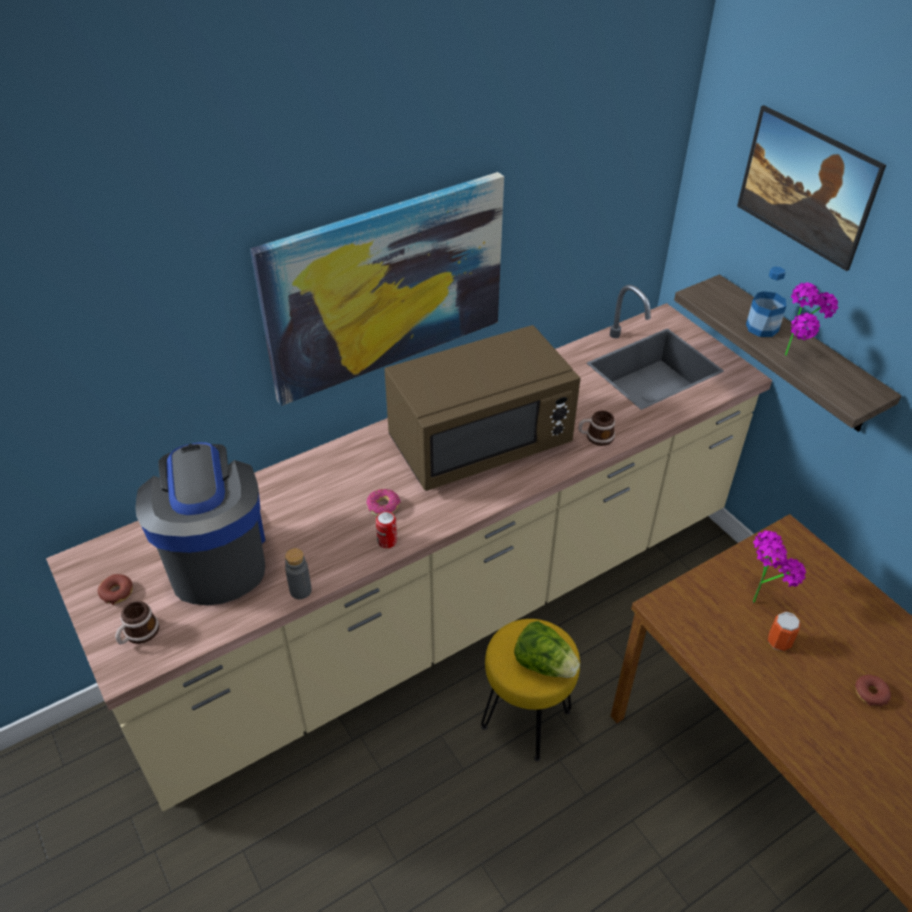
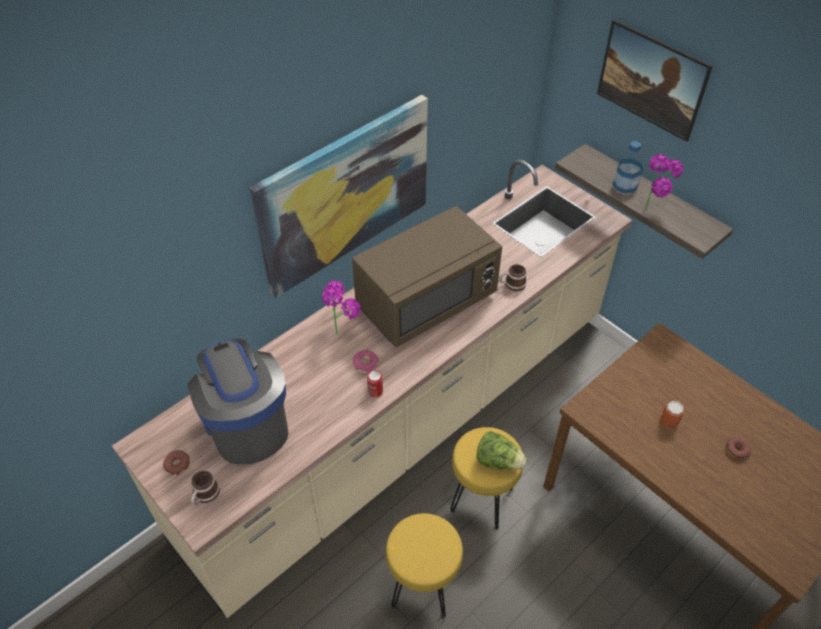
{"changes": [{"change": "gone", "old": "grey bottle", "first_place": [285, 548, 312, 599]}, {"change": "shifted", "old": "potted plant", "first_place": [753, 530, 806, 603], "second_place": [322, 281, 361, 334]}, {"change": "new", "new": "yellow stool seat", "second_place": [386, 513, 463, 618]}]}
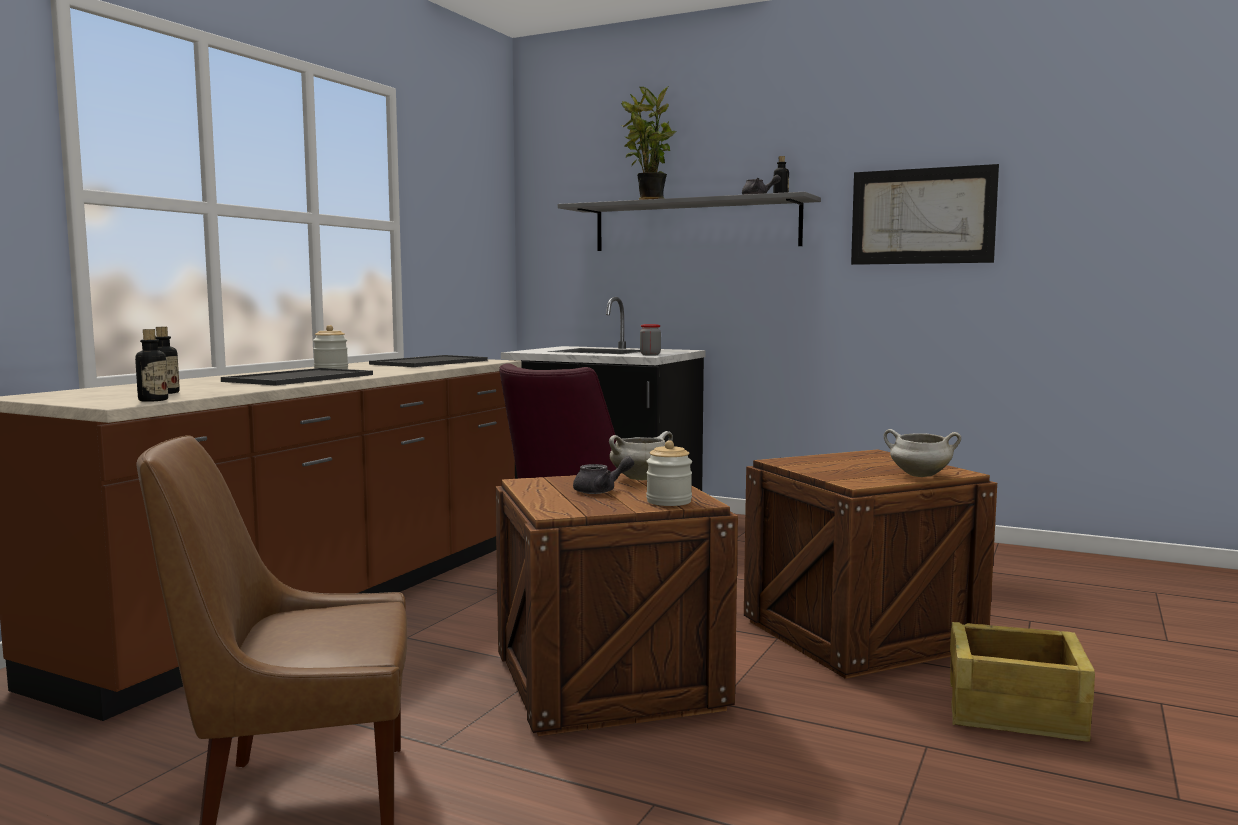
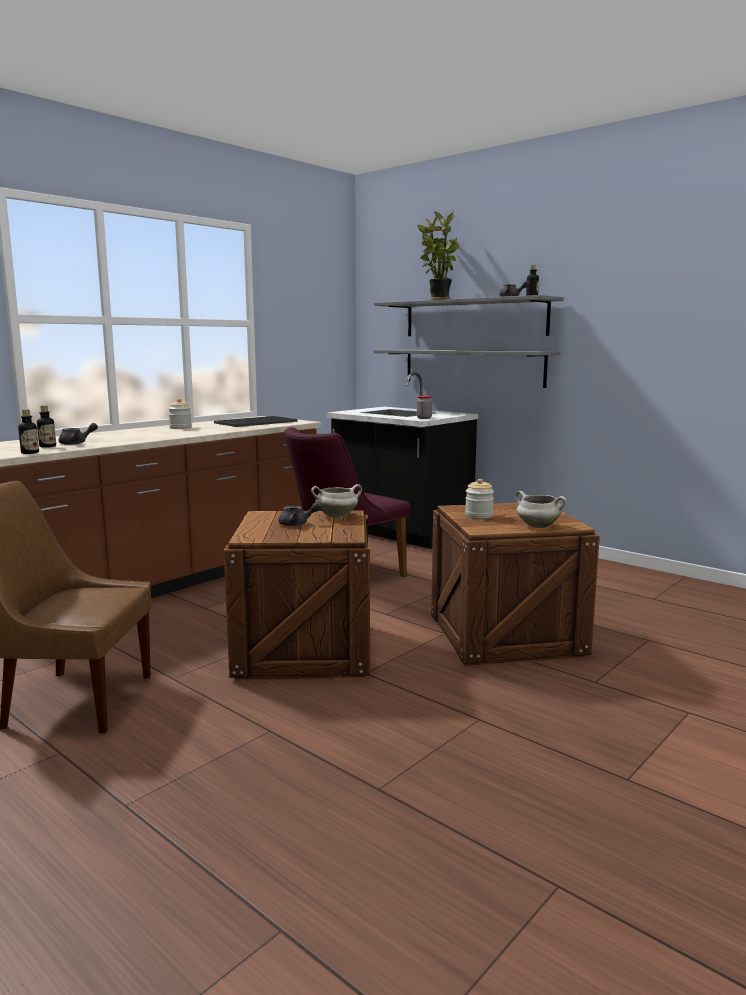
{"changes": [{"change": "gone", "old": "tray", "first_place": [221, 368, 373, 386]}, {"change": "shifted", "old": "storage jar", "first_place": [646, 440, 692, 506], "second_place": [465, 478, 494, 519]}, {"change": "gone", "old": "wall picture", "first_place": [851, 164, 999, 265]}, {"change": "gone", "old": "shipping crate", "first_place": [950, 622, 1095, 742]}, {"change": "new", "new": "grey tea pot", "second_place": [59, 423, 98, 445]}, {"change": "new", "new": "grey bracket shelf", "second_place": [374, 350, 561, 388]}]}
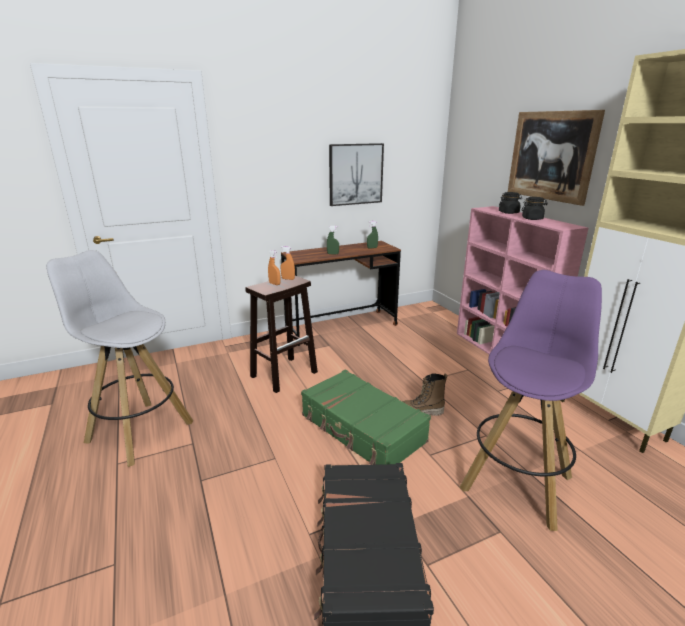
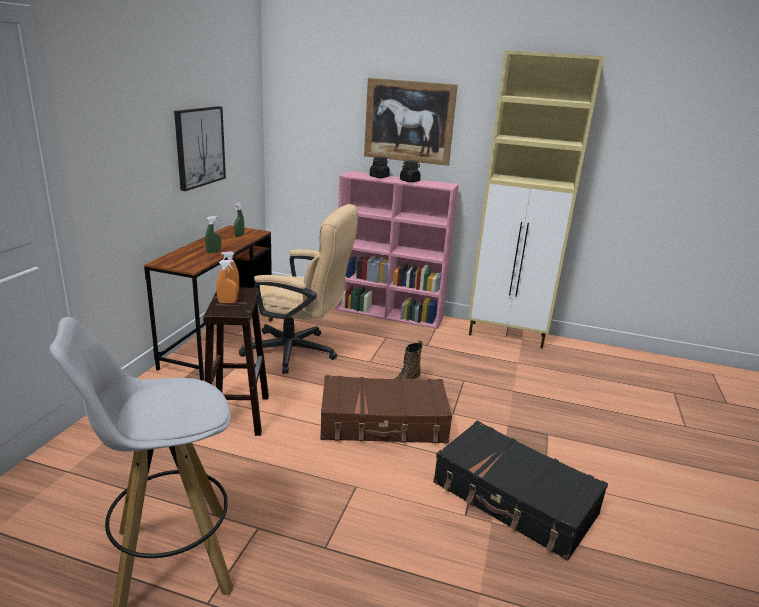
{"changes": [{"change": "repainted", "old": "green suitcase", "new": "brown-coloured suitcase", "first_place": [301, 370, 431, 465], "second_place": [320, 375, 452, 444]}, {"change": "gone", "old": "purple stool seat", "first_place": [460, 270, 602, 531]}, {"change": "new", "new": "sand-coloured office chair", "second_place": [239, 204, 358, 374]}]}
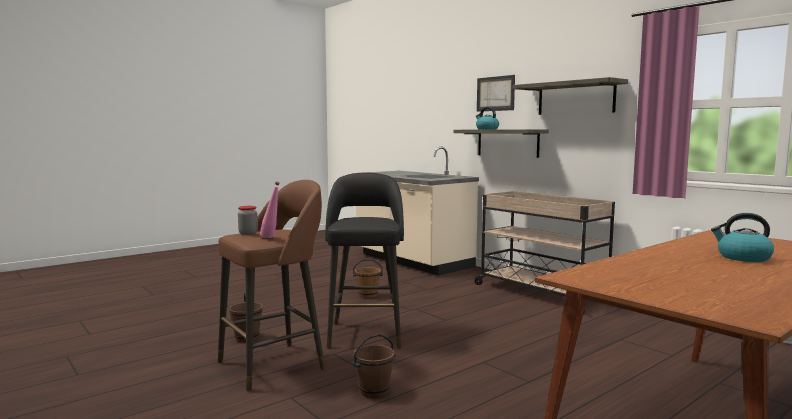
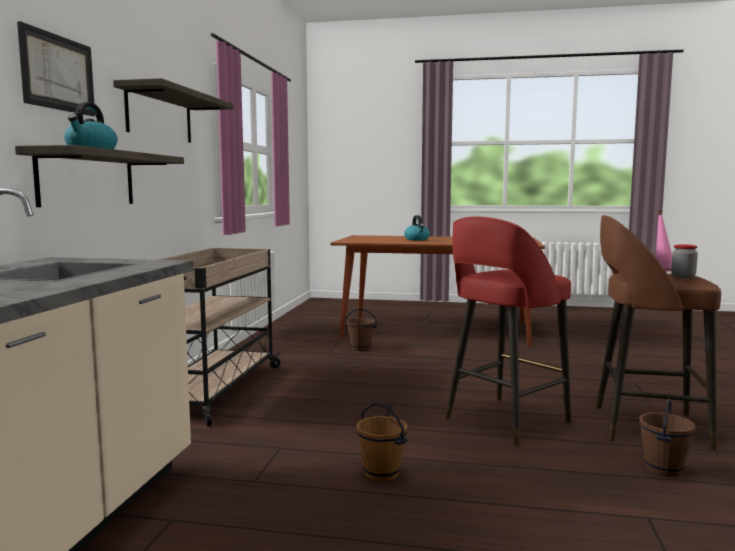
{"changes": [{"change": "repainted", "old": "blackish stool seat", "new": "red-coloured stool seat", "first_place": [325, 172, 404, 349], "second_place": [445, 217, 571, 446]}, {"change": "shifted", "old": "brown-coloured pail", "first_place": [352, 334, 396, 398], "second_place": [345, 309, 377, 351]}]}
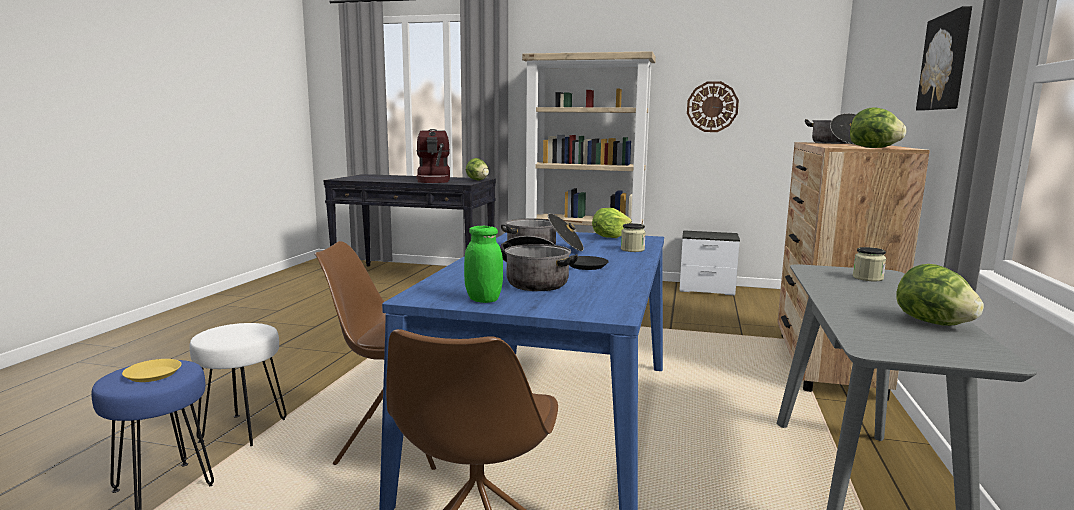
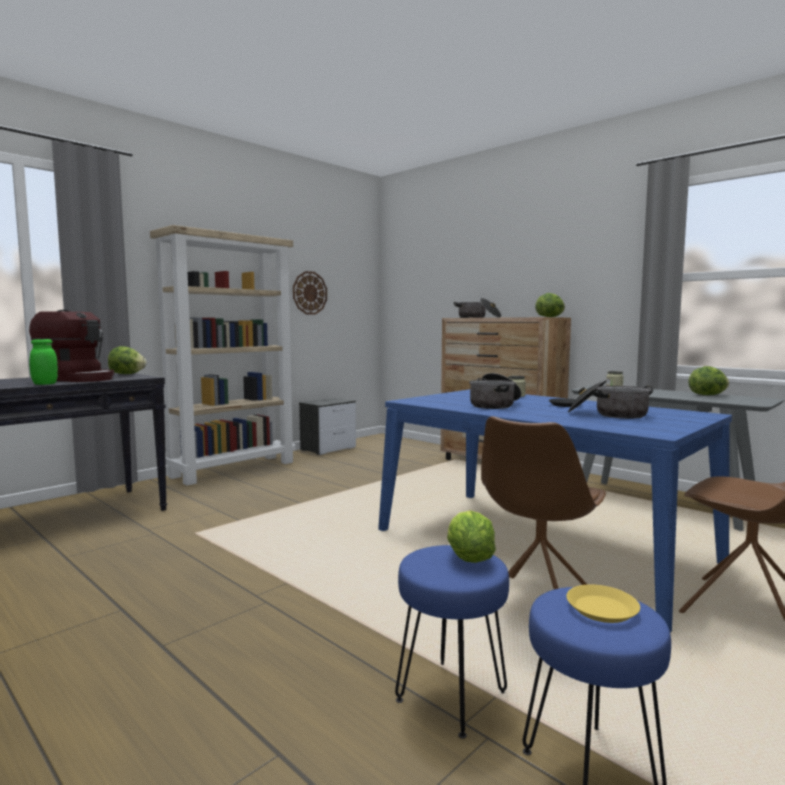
{"changes": [{"change": "repainted", "old": "whitish stool seat", "new": "bluish stool seat", "first_place": [190, 323, 287, 446], "second_place": [395, 545, 509, 739]}, {"change": "shifted", "old": "green storage jar", "first_place": [464, 226, 503, 303], "second_place": [29, 339, 58, 385]}, {"change": "shifted", "old": "lettuce", "first_place": [592, 208, 632, 238], "second_place": [447, 510, 496, 563]}, {"change": "gone", "old": "wall picture", "first_place": [916, 6, 972, 110]}]}
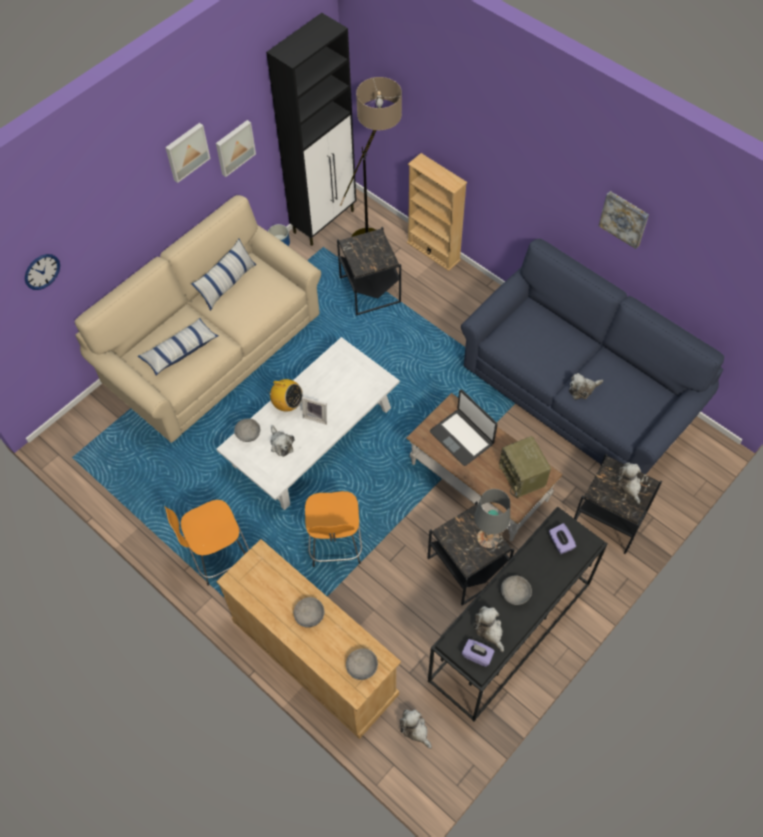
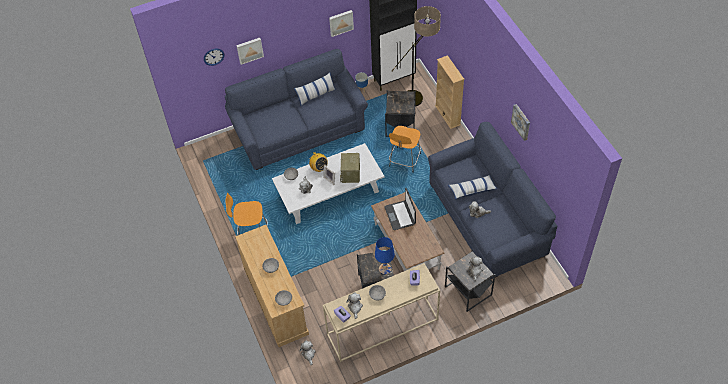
{"changes": [{"change": "repainted", "old": "sand-coloured settee", "new": "bluish settee", "first_place": [75, 195, 321, 443], "second_place": [225, 49, 368, 170]}, {"change": "shifted", "old": "pillow", "first_place": [138, 318, 218, 375], "second_place": [448, 175, 498, 200]}, {"change": "shifted", "old": "wall picture", "first_place": [165, 123, 211, 183], "second_place": [236, 38, 264, 65]}, {"change": "shifted", "old": "orange-coloured stool seat", "first_place": [305, 491, 362, 567], "second_place": [389, 126, 421, 172]}, {"change": "repainted", "old": "blackish hall table", "new": "sand-coloured hall table", "first_place": [428, 506, 607, 721], "second_place": [323, 263, 440, 362]}, {"change": "repainted", "old": "grey tabletop lamp", "new": "bluish tabletop lamp", "first_place": [474, 489, 510, 548], "second_place": [375, 237, 395, 274]}, {"change": "shifted", "old": "radio set", "first_place": [499, 436, 551, 498], "second_place": [340, 153, 360, 183]}]}
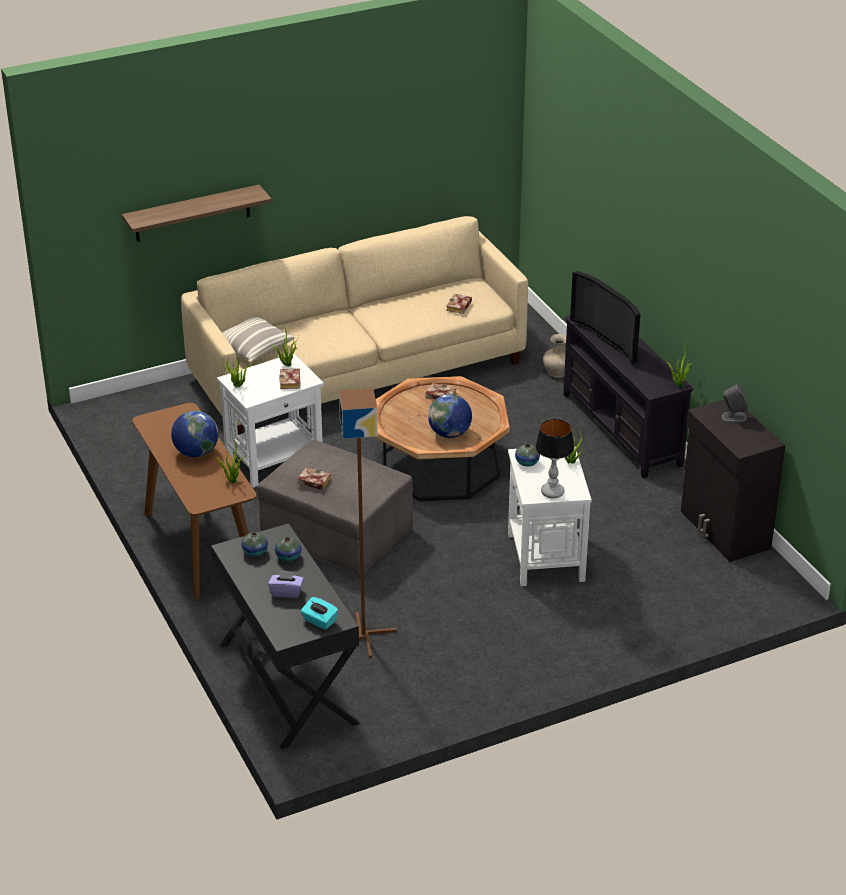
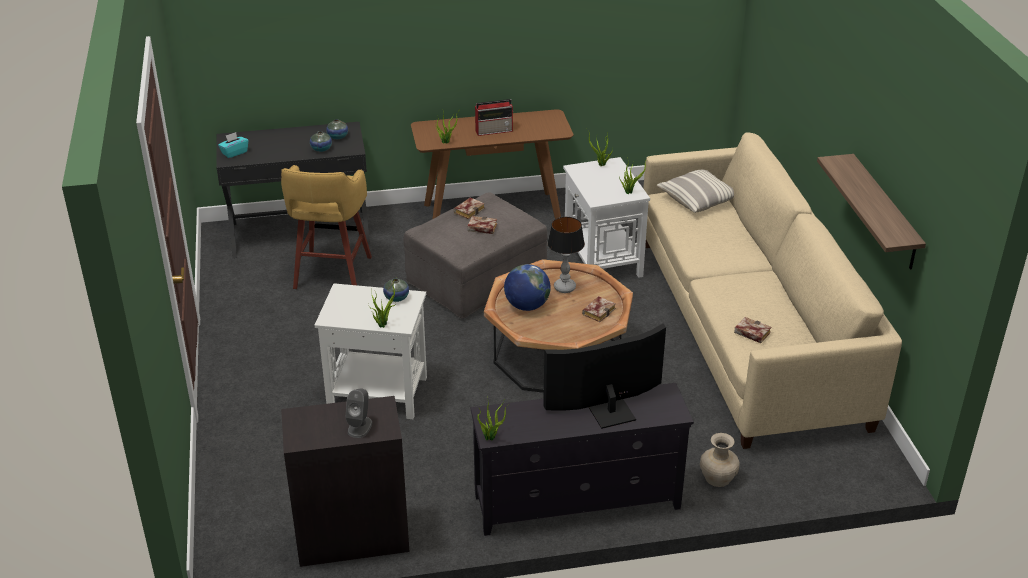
{"changes": [{"change": "shifted", "old": "bracket shelf", "first_place": [122, 185, 272, 242], "second_place": [817, 154, 926, 270]}, {"change": "swapped", "old": "desk globe", "new": "radio set", "first_place": [171, 411, 218, 457], "second_place": [475, 99, 514, 136]}, {"change": "gone", "old": "purple box of tissues", "first_place": [268, 570, 304, 598]}, {"change": "shifted", "old": "volume", "first_place": [279, 369, 300, 389], "second_place": [468, 216, 497, 234]}, {"change": "swapped", "old": "brown-coloured floor lamp", "new": "yellow stool seat", "first_place": [339, 388, 397, 658], "second_place": [281, 165, 372, 289]}, {"change": "shifted", "old": "tabletop lamp", "first_place": [535, 419, 574, 499], "second_place": [548, 217, 585, 293]}]}
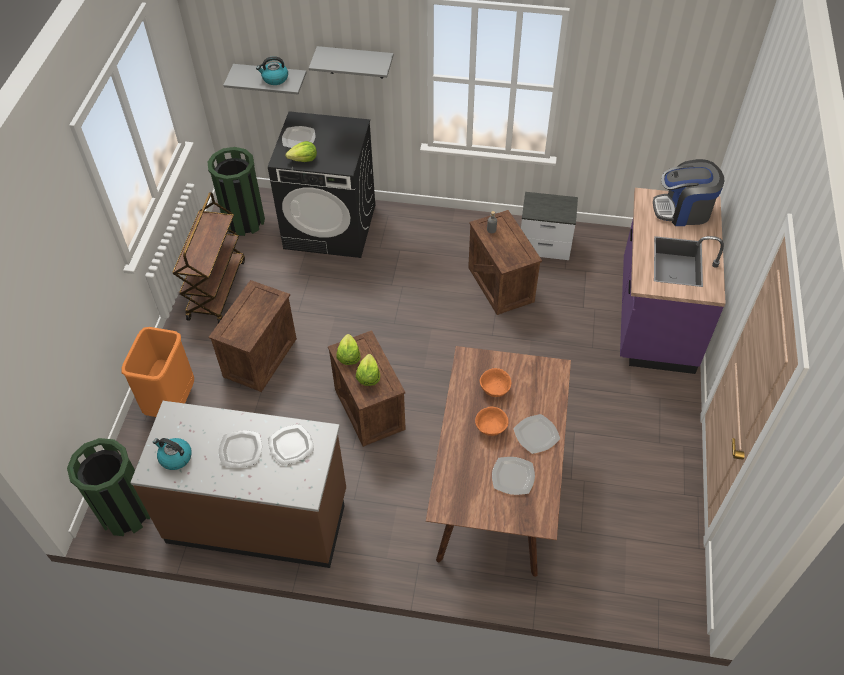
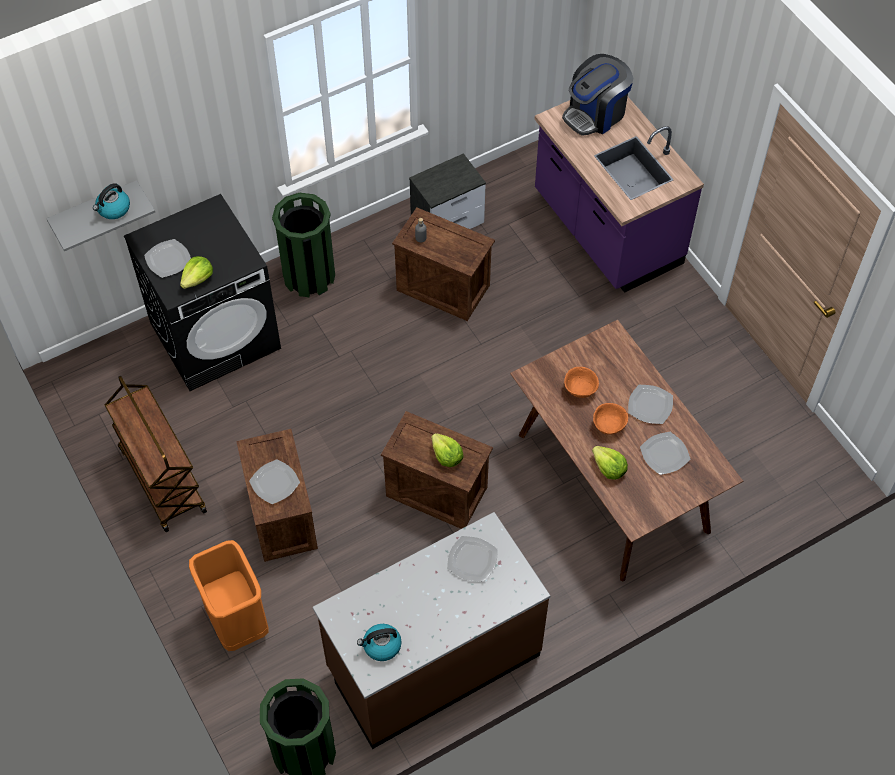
{"changes": [{"change": "shifted", "old": "green rubbish bin", "first_place": [208, 147, 265, 236], "second_place": [272, 193, 335, 297]}, {"change": "shifted", "old": "plate", "first_place": [219, 430, 262, 468], "second_place": [249, 460, 300, 504]}, {"change": "gone", "old": "grey bracket shelf", "first_place": [309, 46, 394, 78]}, {"change": "shifted", "old": "lettuce", "first_place": [336, 334, 361, 365], "second_place": [592, 446, 628, 480]}]}
